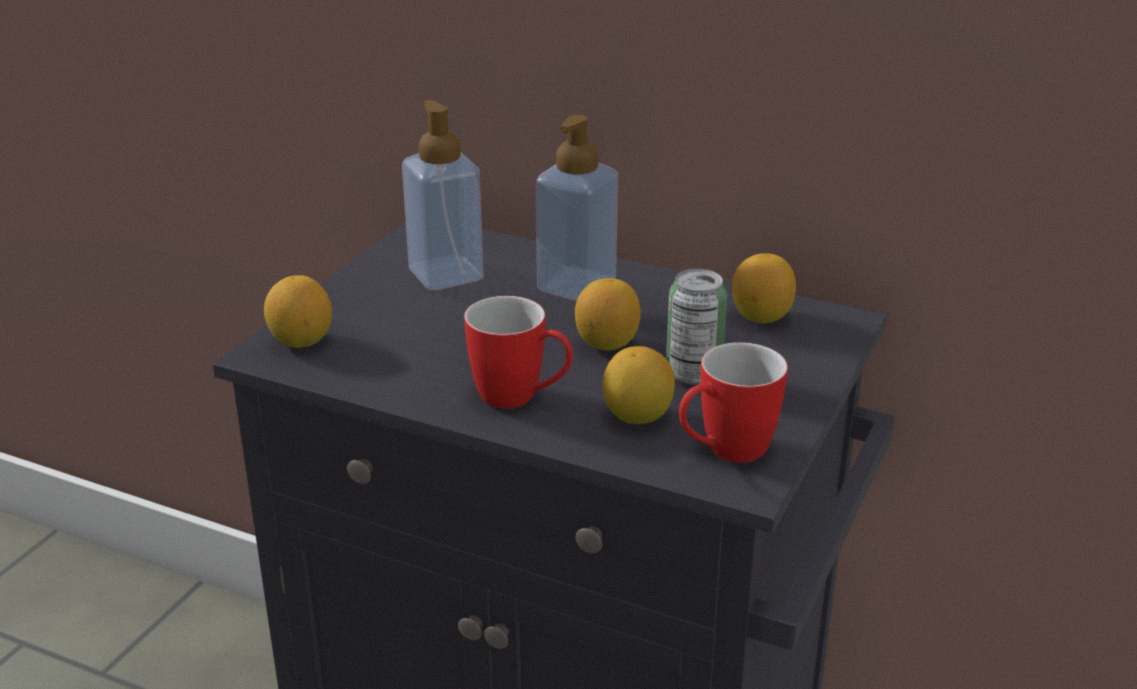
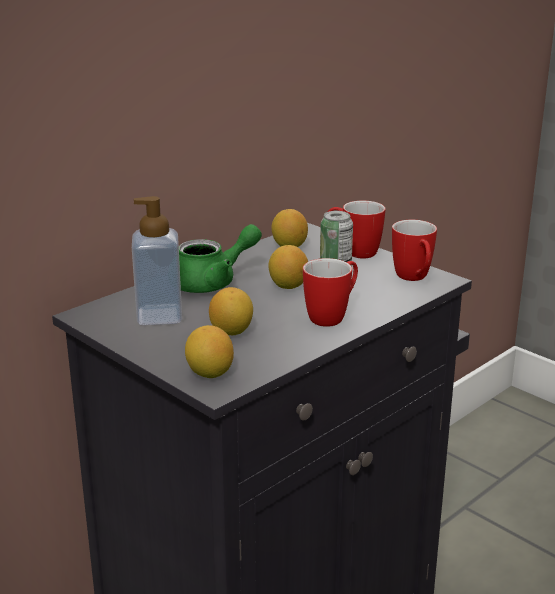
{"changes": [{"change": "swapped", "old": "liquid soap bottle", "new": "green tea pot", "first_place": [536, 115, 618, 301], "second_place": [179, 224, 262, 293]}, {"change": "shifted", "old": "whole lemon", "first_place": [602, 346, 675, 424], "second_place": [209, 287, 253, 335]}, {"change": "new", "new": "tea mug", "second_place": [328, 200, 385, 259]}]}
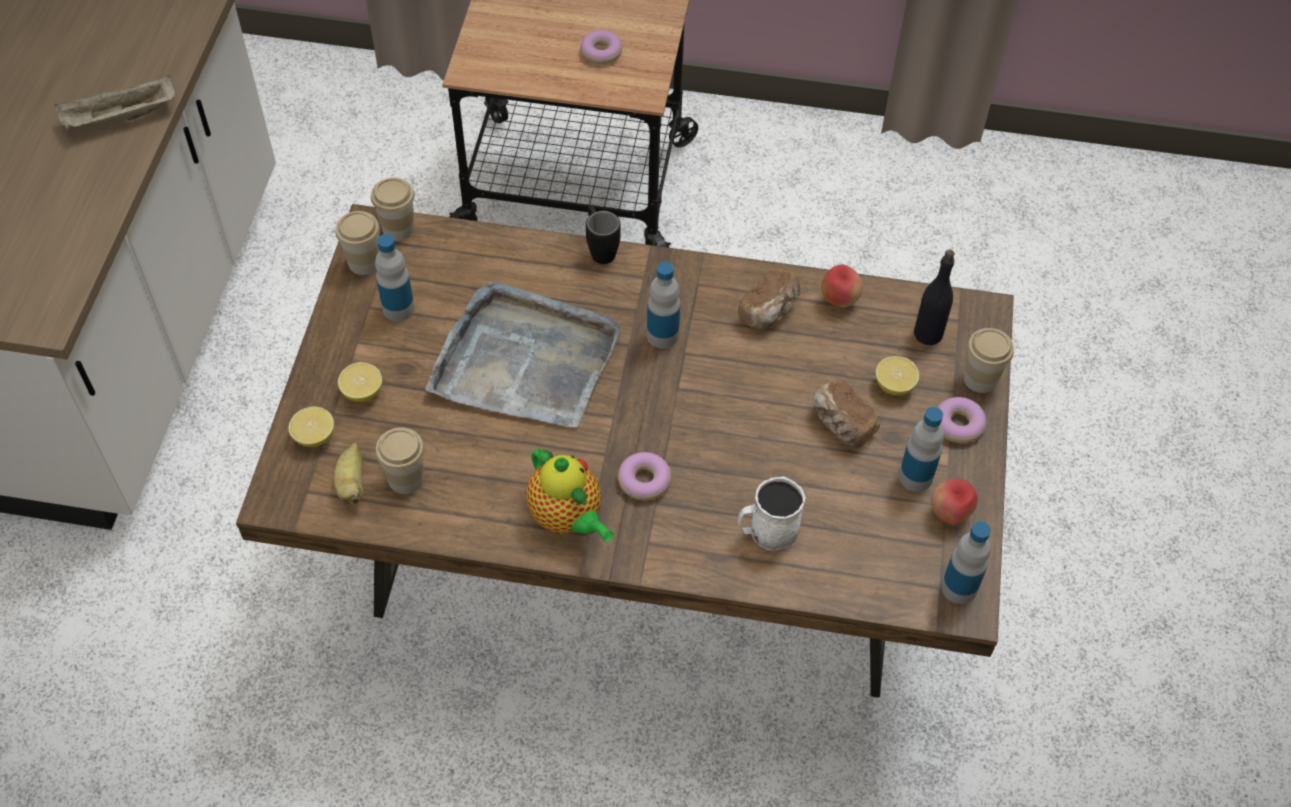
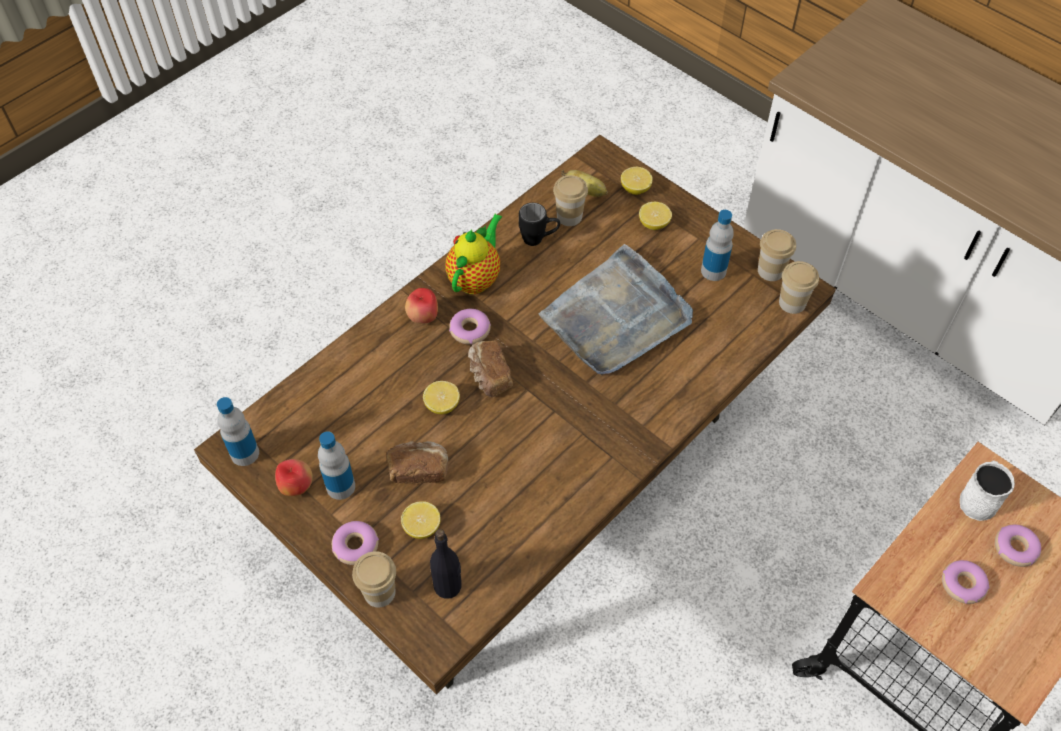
{"changes": [{"change": "gone", "old": "sand-coloured tray", "first_place": [55, 76, 176, 130]}, {"change": "rotated", "old": "tea pot", "first_place": [526, 447, 614, 542], "second_place": [445, 214, 502, 294], "degrees": 120}, {"change": "shifted", "old": "blackish tea mug", "first_place": [586, 206, 621, 264], "second_place": [519, 203, 560, 246]}, {"change": "gone", "old": "bottle", "first_place": [647, 262, 680, 349]}, {"change": "shifted", "old": "bakery bread", "first_place": [738, 269, 801, 330], "second_place": [468, 340, 513, 397]}, {"change": "shifted", "old": "whitish tea mug", "first_place": [738, 476, 806, 551], "second_place": [960, 461, 1015, 521]}, {"change": "shifted", "old": "apple", "first_place": [821, 265, 863, 308], "second_place": [405, 288, 438, 323]}, {"change": "new", "new": "whole lemon", "second_place": [423, 381, 460, 414]}, {"change": "new", "new": "doughnut", "second_place": [995, 525, 1041, 567]}]}
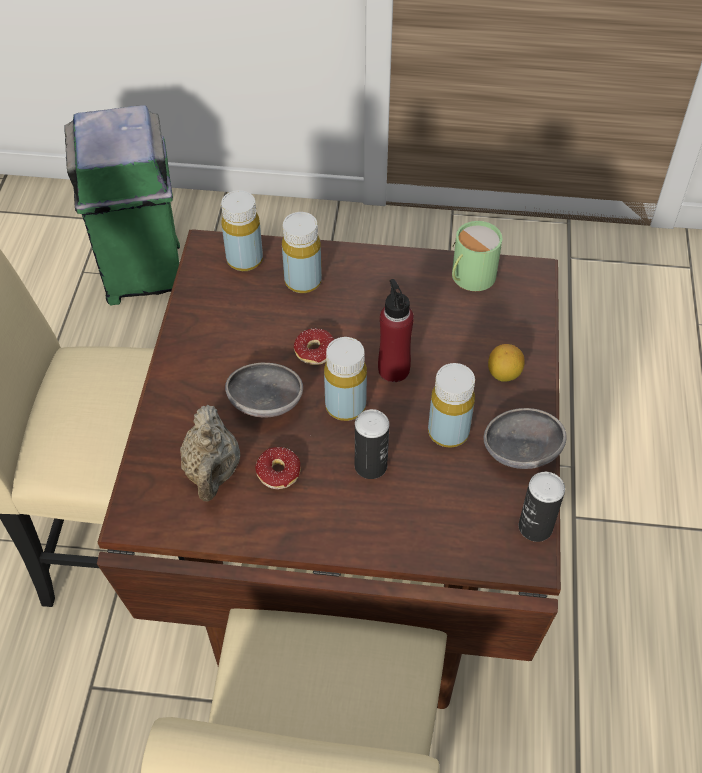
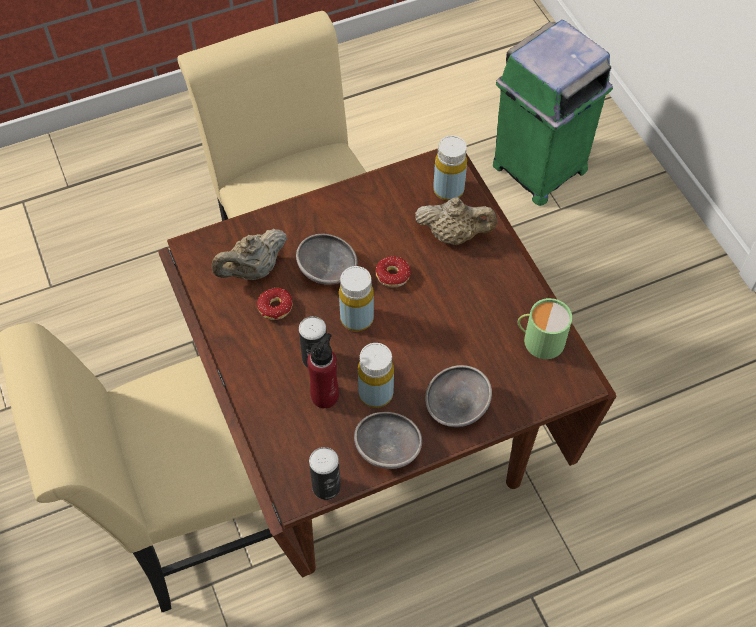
{"changes": [{"change": "swapped", "old": "yellow bottle", "new": "sand-coloured tea pot", "first_place": [282, 212, 322, 293], "second_place": [415, 197, 497, 245]}, {"change": "shifted", "old": "red-coloured bottle", "first_place": [378, 279, 414, 382], "second_place": [307, 333, 339, 408]}, {"change": "swapped", "old": "whole lemon", "new": "grey serving bowl", "first_place": [488, 344, 525, 382], "second_place": [425, 365, 492, 427]}]}
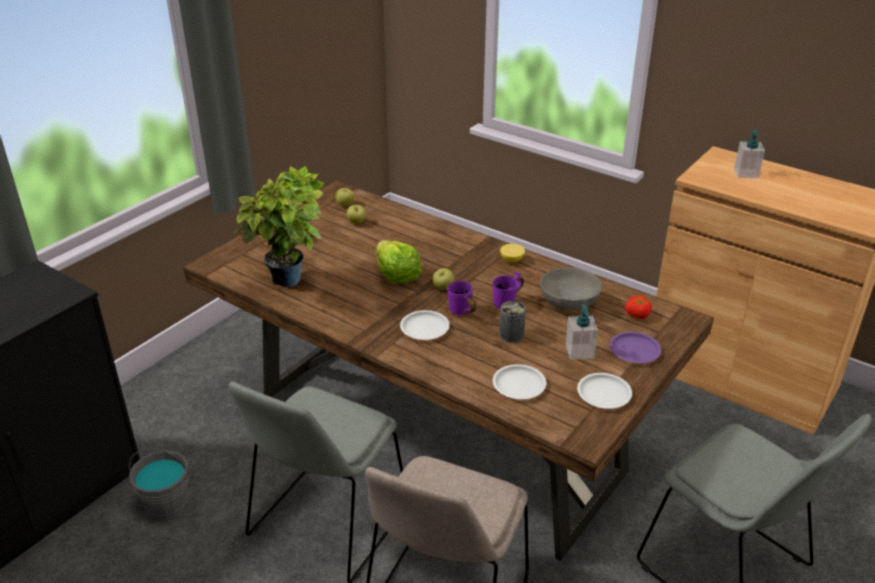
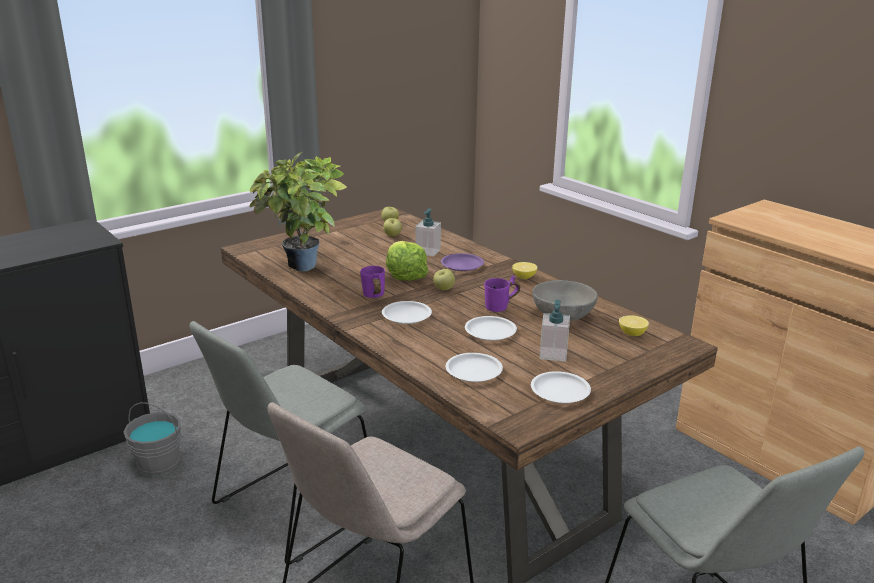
{"changes": [{"change": "shifted", "old": "purple tea mug", "first_place": [447, 281, 476, 315], "second_place": [360, 266, 385, 298]}, {"change": "swapped", "old": "can", "new": "whitish plate", "first_place": [499, 301, 526, 343], "second_place": [465, 316, 517, 341]}, {"change": "shifted", "old": "purple plate", "first_place": [609, 332, 661, 363], "second_place": [441, 253, 484, 271]}, {"change": "swapped", "old": "fresh tomato", "new": "whole lemon", "first_place": [625, 295, 652, 319], "second_place": [619, 315, 649, 336]}, {"change": "shifted", "old": "liquid soap bottle", "first_place": [734, 130, 765, 178], "second_place": [415, 208, 441, 256]}]}
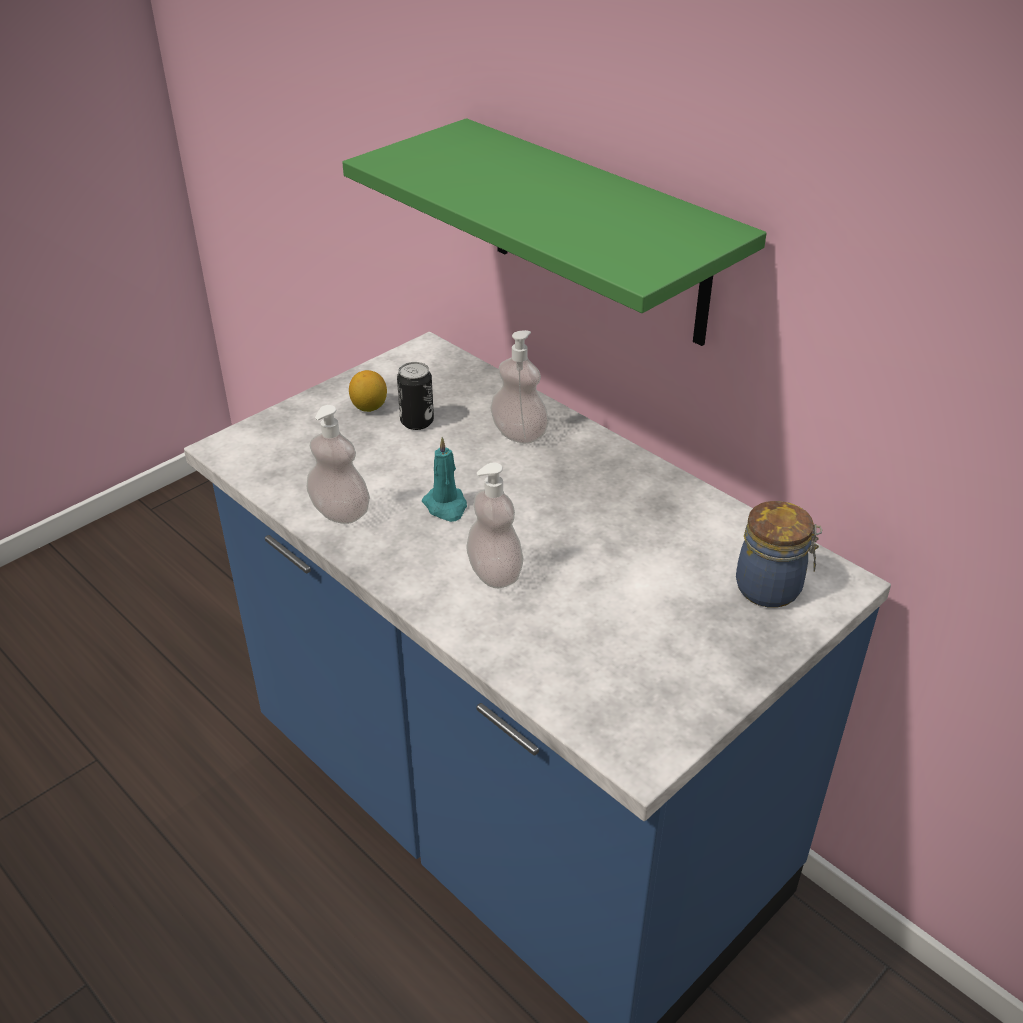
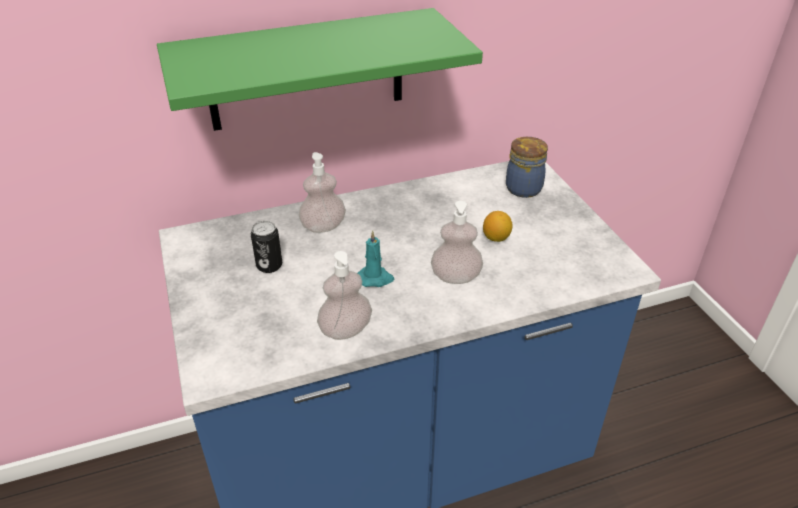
{"changes": [{"change": "shifted", "old": "whole lemon", "first_place": [349, 370, 387, 412], "second_place": [483, 211, 512, 242]}]}
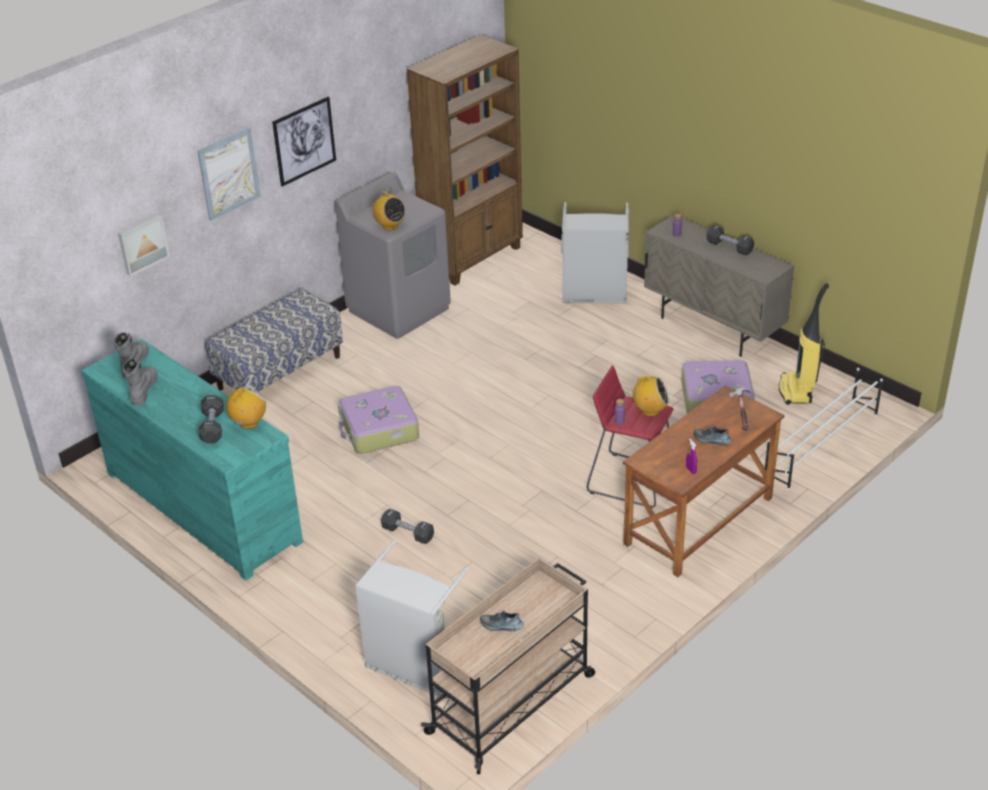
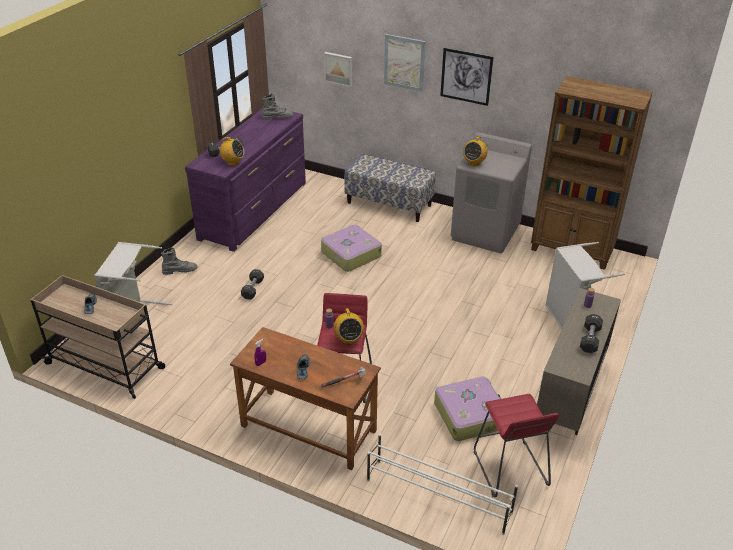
{"changes": [{"change": "repainted", "old": "turquoise dresser", "new": "purple dresser", "first_place": [81, 339, 303, 580], "second_place": [185, 108, 306, 252]}, {"change": "shifted", "old": "grey boot", "first_place": [122, 358, 157, 405], "second_place": [161, 247, 198, 275]}, {"change": "swapped", "old": "vacuum cleaner", "new": "red-coloured stool seat", "first_place": [779, 283, 829, 405], "second_place": [474, 394, 559, 497]}]}
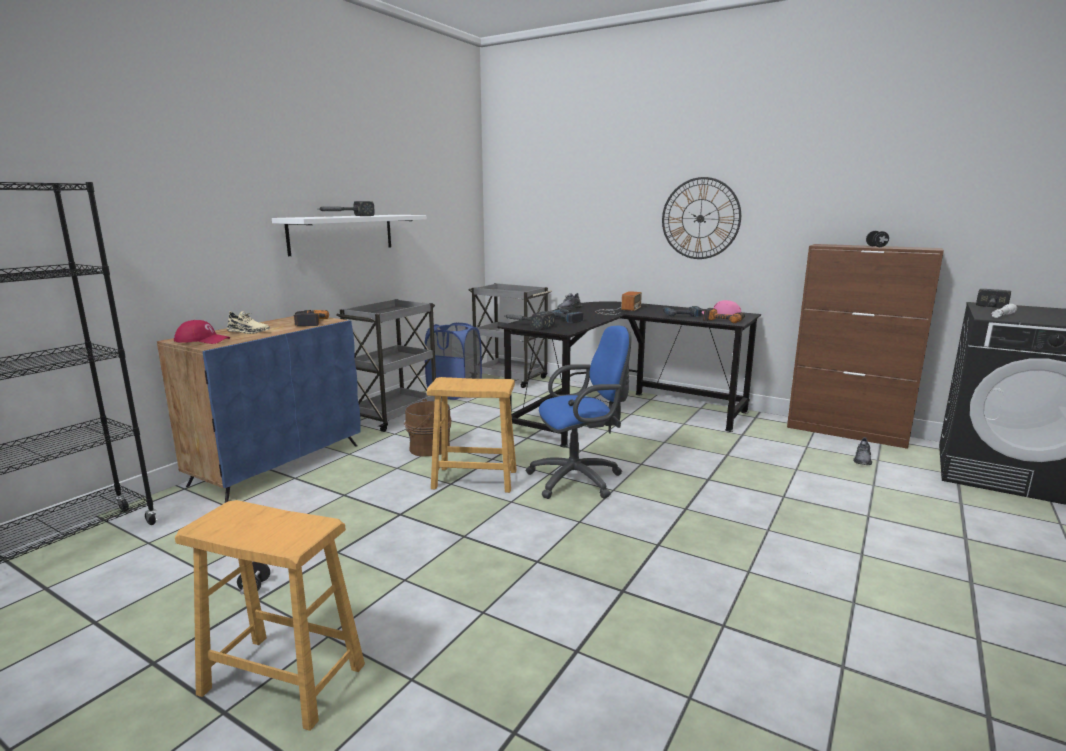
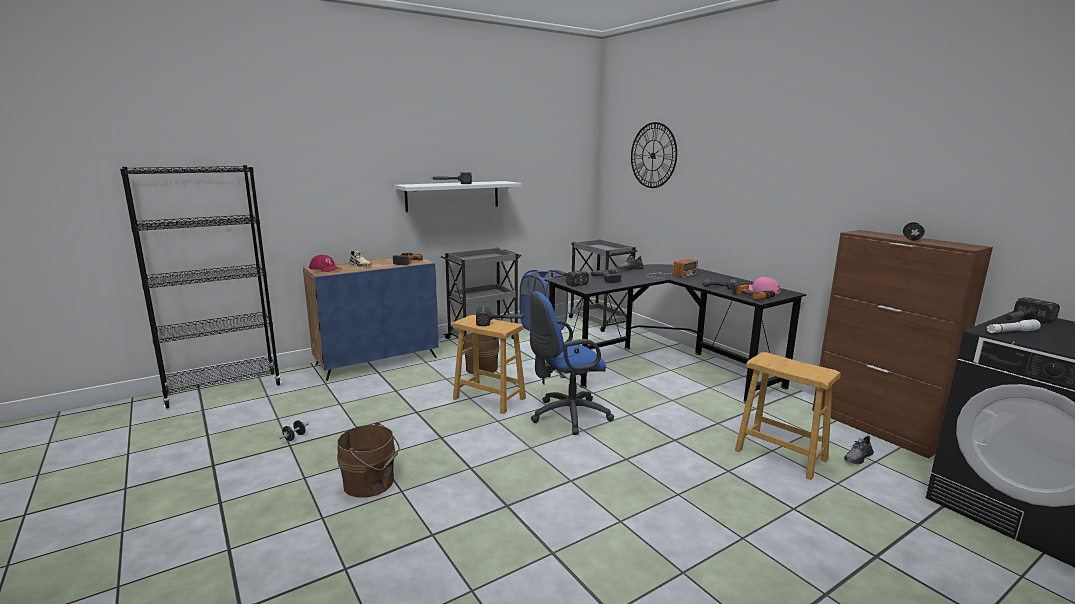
{"changes": [{"change": "shifted", "old": "brown-coloured stool seat", "first_place": [175, 500, 365, 731], "second_place": [735, 352, 841, 480]}, {"change": "rotated", "old": "bluish office chair", "first_place": [526, 326, 632, 499], "second_place": [530, 291, 614, 435], "degrees": 150}, {"change": "shifted", "old": "clock on the wall", "first_place": [662, 177, 741, 259], "second_place": [631, 122, 677, 188]}, {"change": "new", "new": "brown-coloured pail", "second_place": [337, 422, 400, 497]}, {"change": "new", "new": "tool hammer", "second_place": [476, 307, 525, 326]}]}
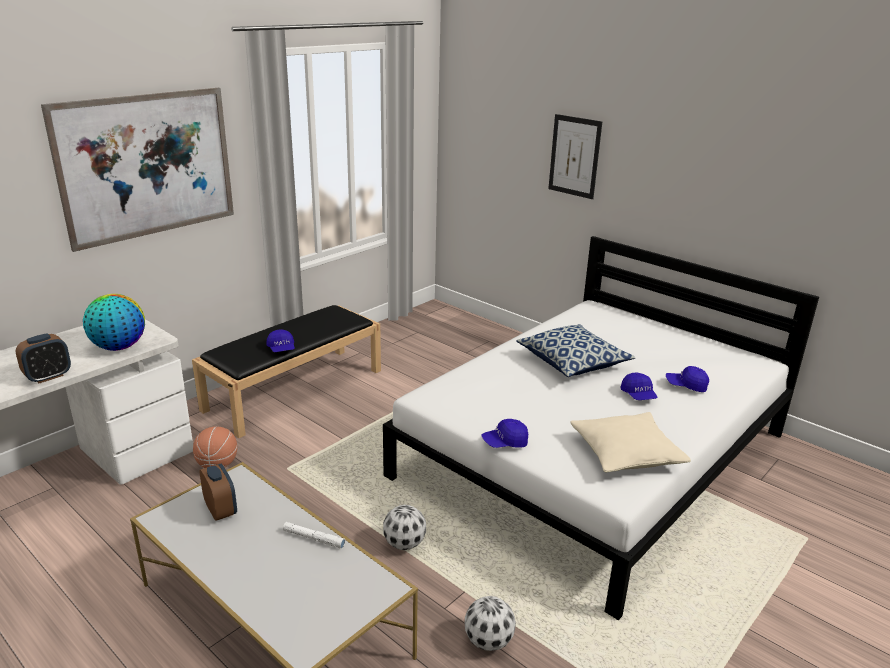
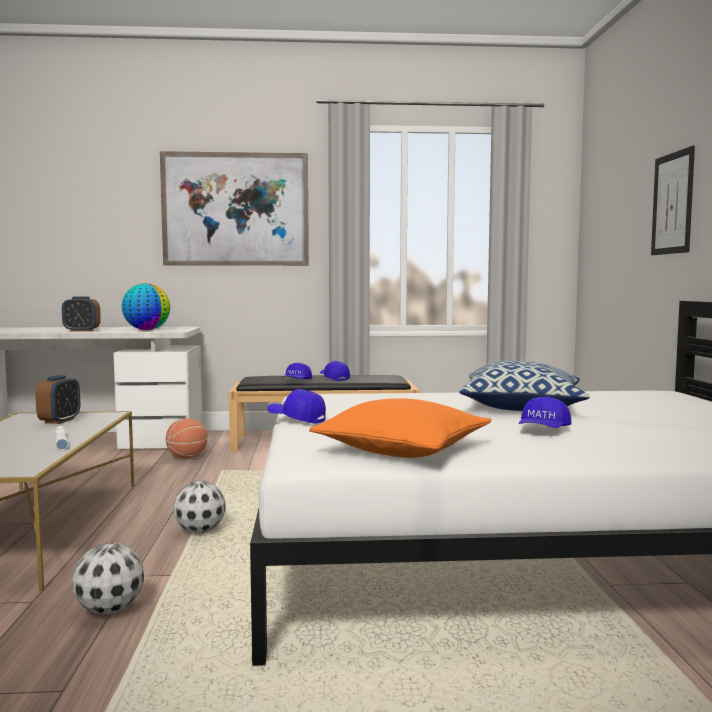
{"changes": [{"change": "repainted", "old": "sand-coloured pillow", "new": "orange-coloured pillow", "first_place": [570, 412, 691, 472], "second_place": [309, 398, 492, 458]}, {"change": "shifted", "old": "bluish cap", "first_place": [666, 366, 709, 392], "second_place": [320, 361, 350, 381]}]}
